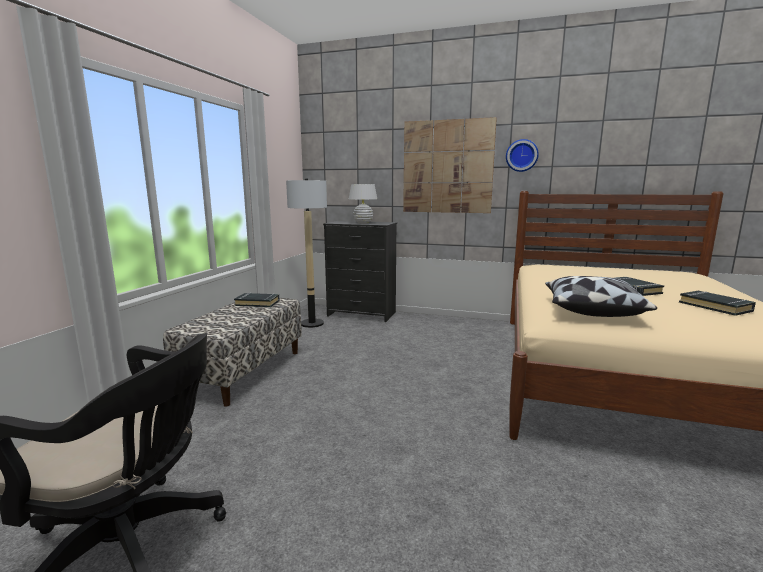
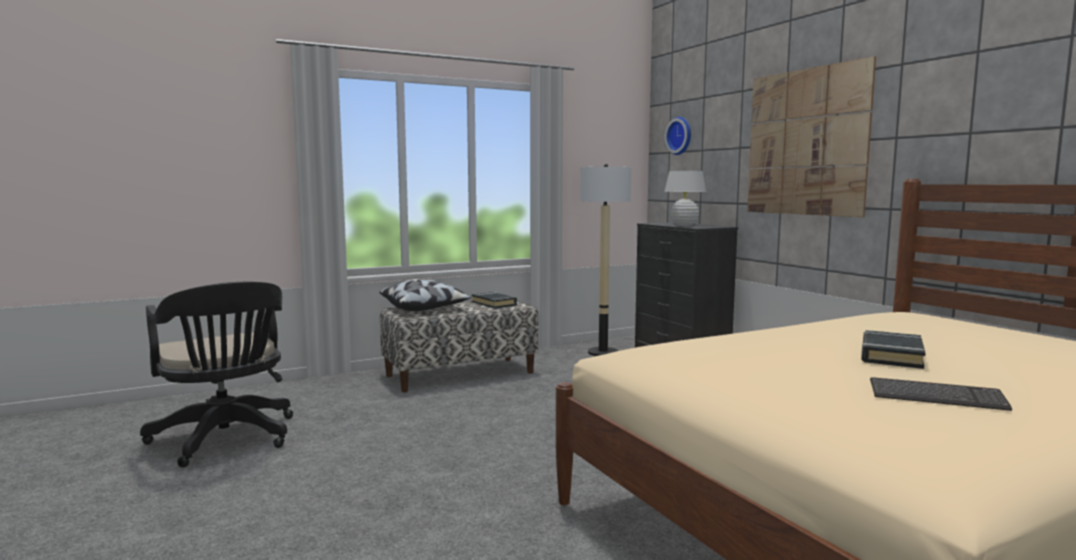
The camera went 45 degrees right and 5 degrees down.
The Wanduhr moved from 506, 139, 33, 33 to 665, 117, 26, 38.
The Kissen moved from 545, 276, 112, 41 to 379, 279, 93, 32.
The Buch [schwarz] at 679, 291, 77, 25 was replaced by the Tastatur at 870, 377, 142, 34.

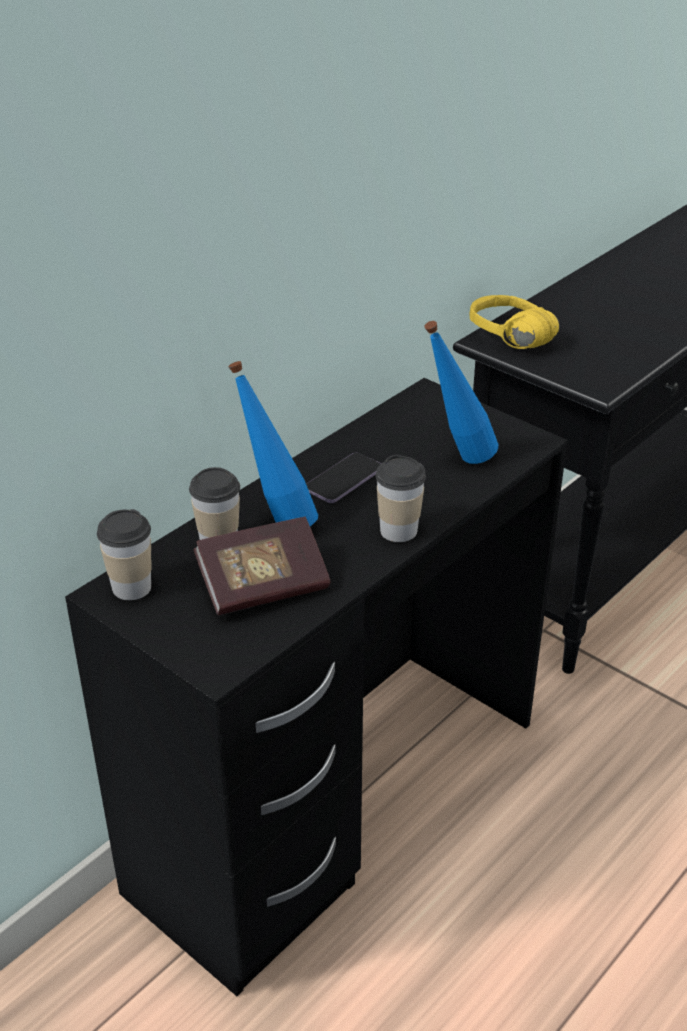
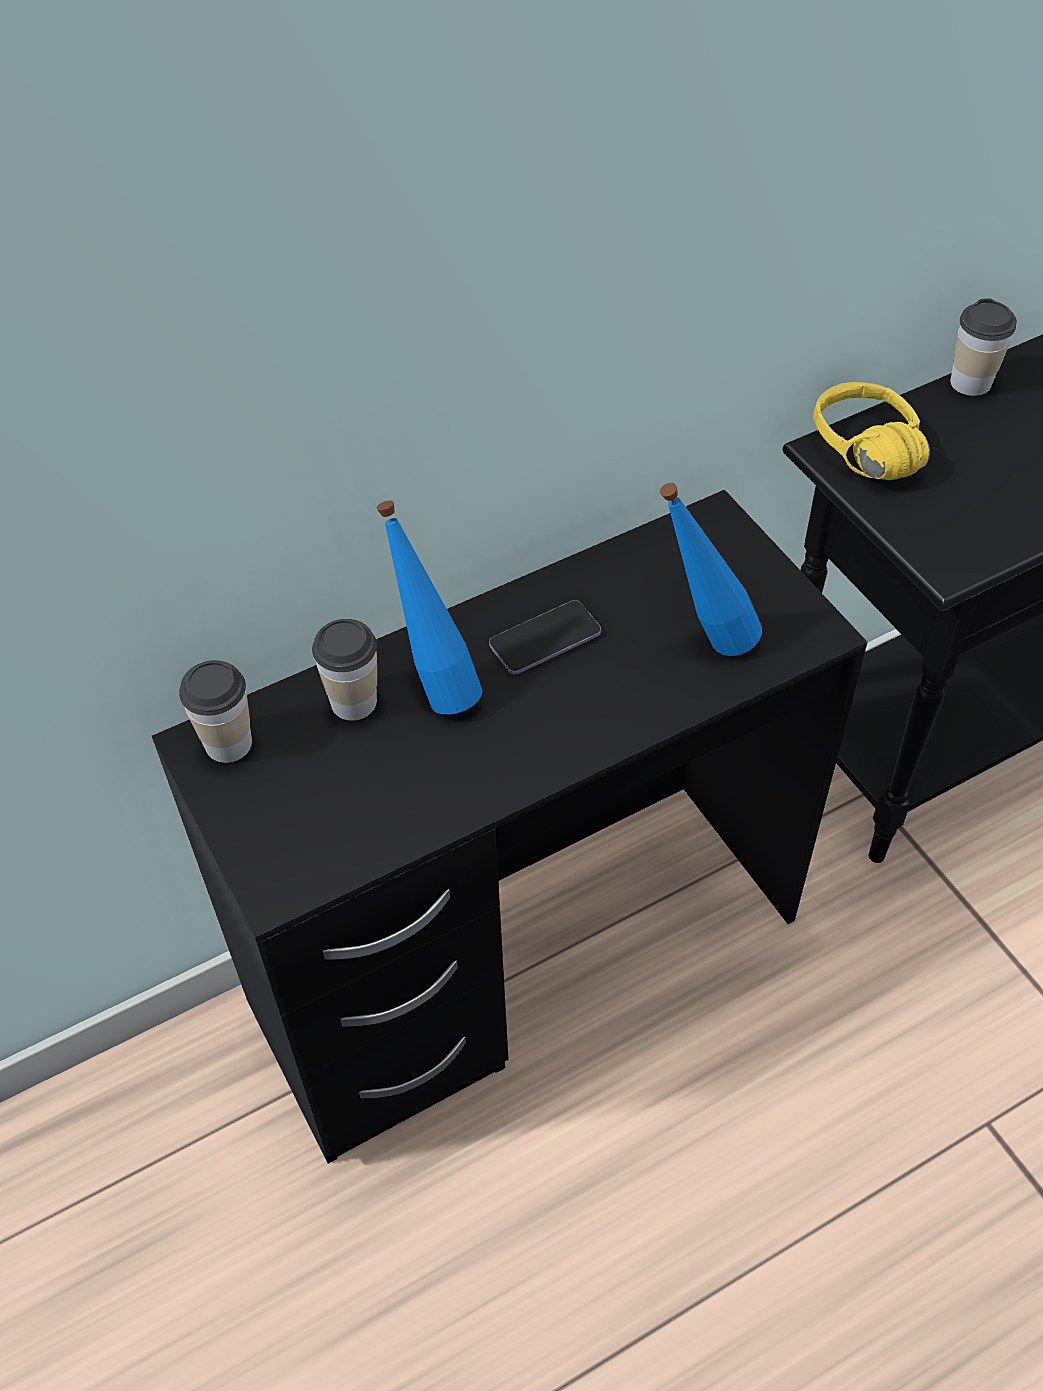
The camera went 20 degrees right and 15 degrees up.
The Tasse moved from 376, 455, 50, 87 to 950, 298, 67, 98.
The Buch at 193, 516, 138, 99 disappeared.

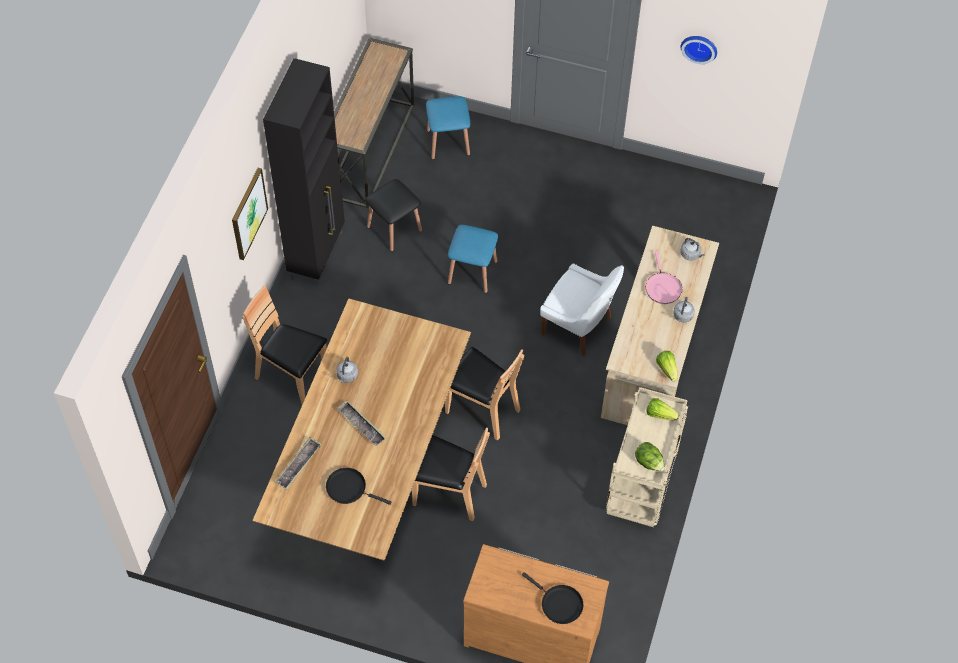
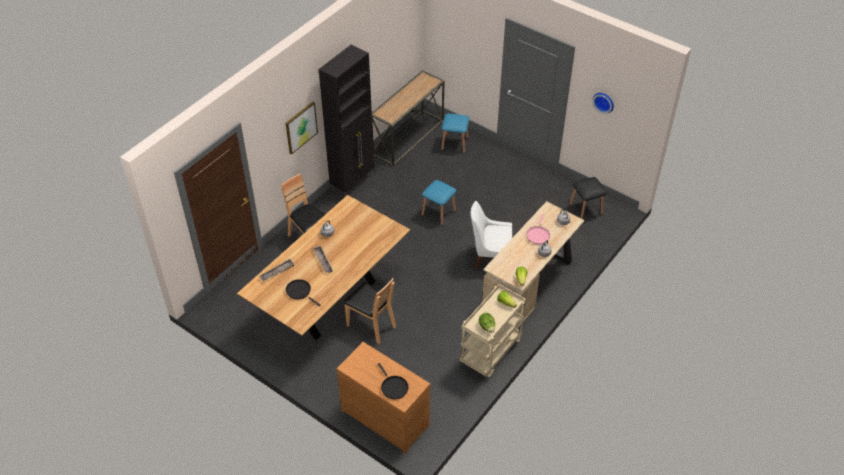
The camera went 20 degrees right and 10 degrees down.
The Hocker [schwarz] moved from 365, 179, 57, 73 to 569, 177, 38, 42.
The Stuhl [weiß] at 540, 263, 84, 93 turned 135 degrees clockwise.
The Stuhl [braun] at 445, 347, 80, 93 disappeared.

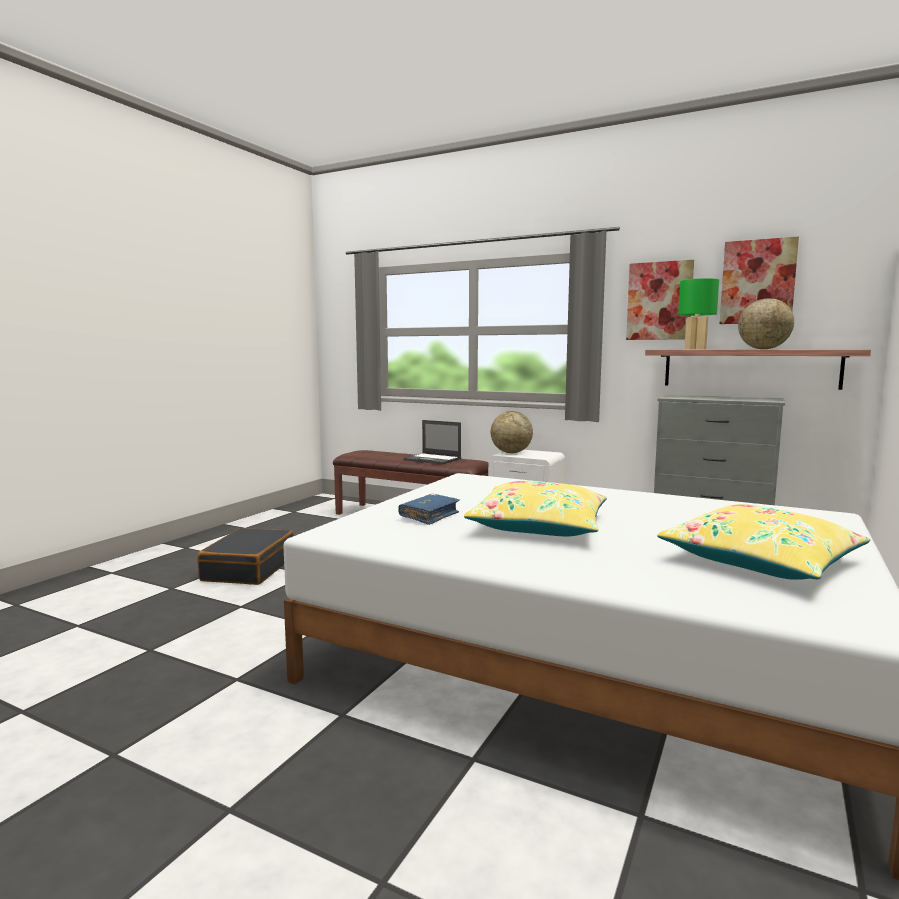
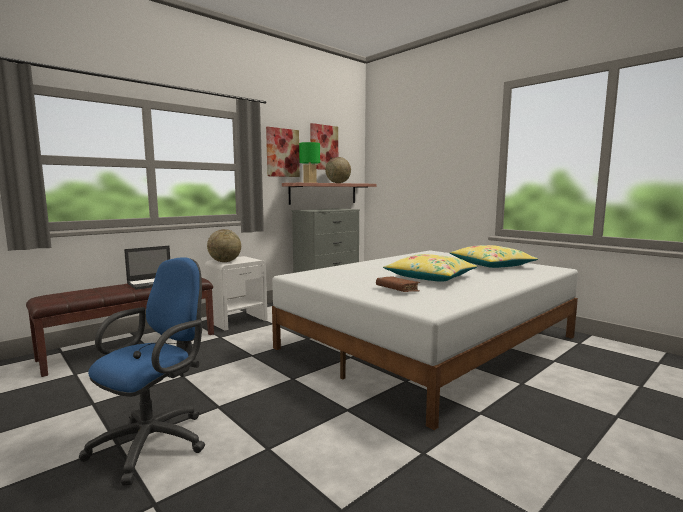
The camera went 70 degrees left and 0 degrees up.
The Buch [blau] at 398, 494, 62, 31 became the Buch [braun] at 376, 277, 44, 15.
The Koffer [schwarz] at 198, 528, 96, 57 was replaced by the Bürostuhl [blau] at 79, 257, 126, 228.

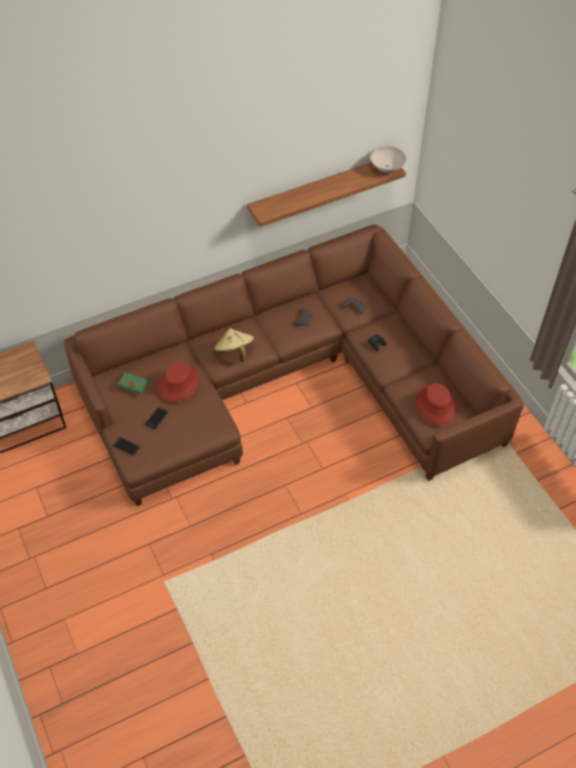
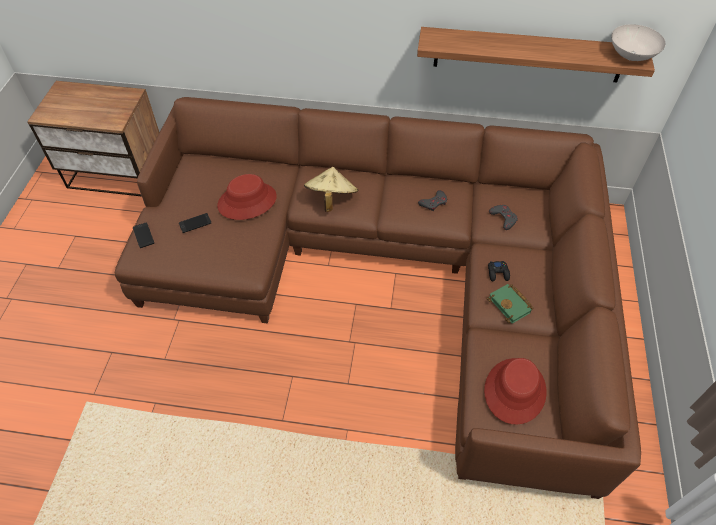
The camera went 35 degrees right and 0 degrees up.
The Buch [grün] moved from 117, 371, 32, 25 to 487, 284, 47, 40.

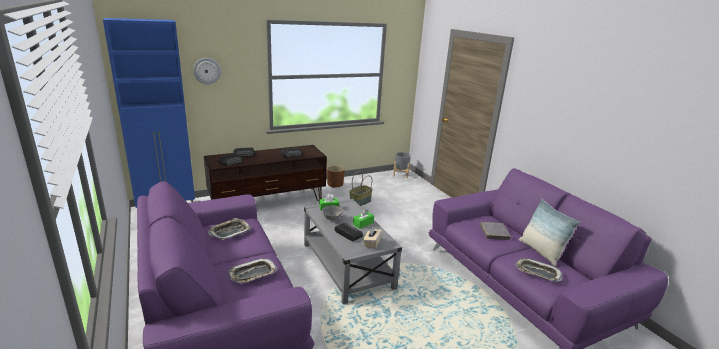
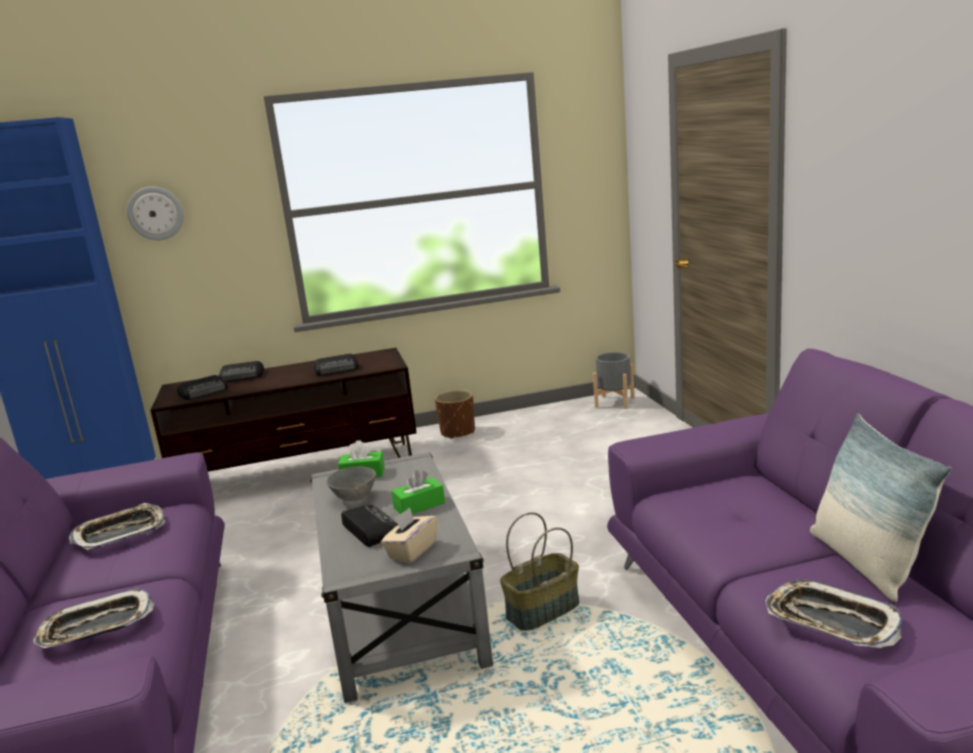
The camera went 15 degrees right and 5 degrees down.
The Korb moved from 349, 171, 23, 35 to 500, 512, 79, 119.
The Buch [grau] at 480, 222, 31, 18 disappeared.

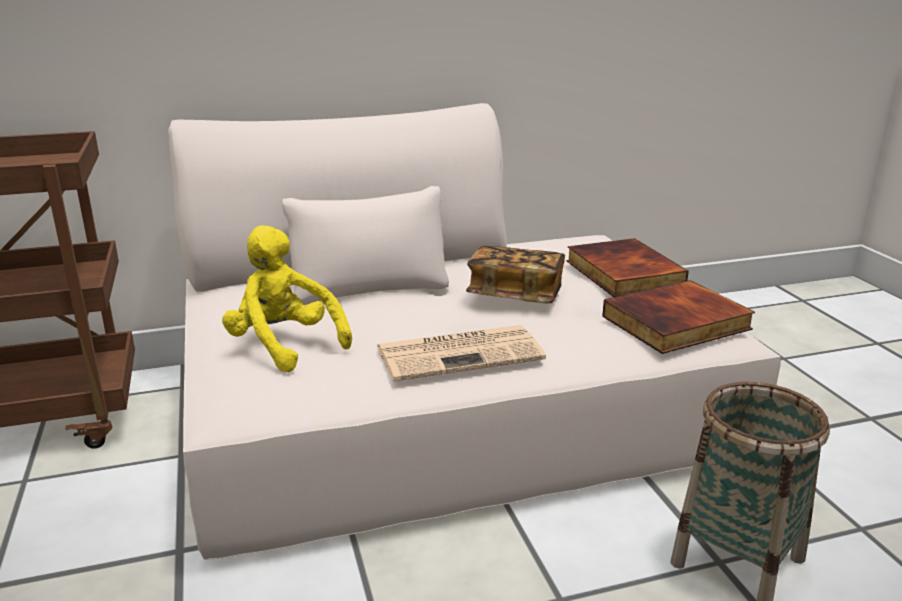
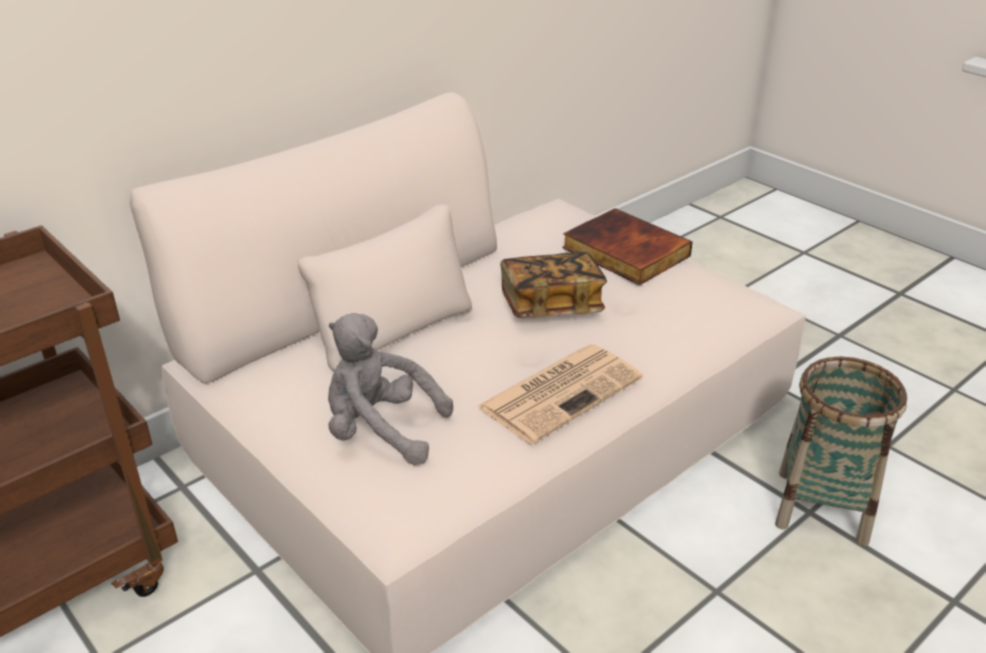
The camera went 25 degrees left and 10 degrees up.
The Plüschtier [gelb] at 222, 225, 130, 147 became the Plüschtier [grau] at 328, 313, 125, 152.
The Buch at 602, 280, 153, 74 disappeared.

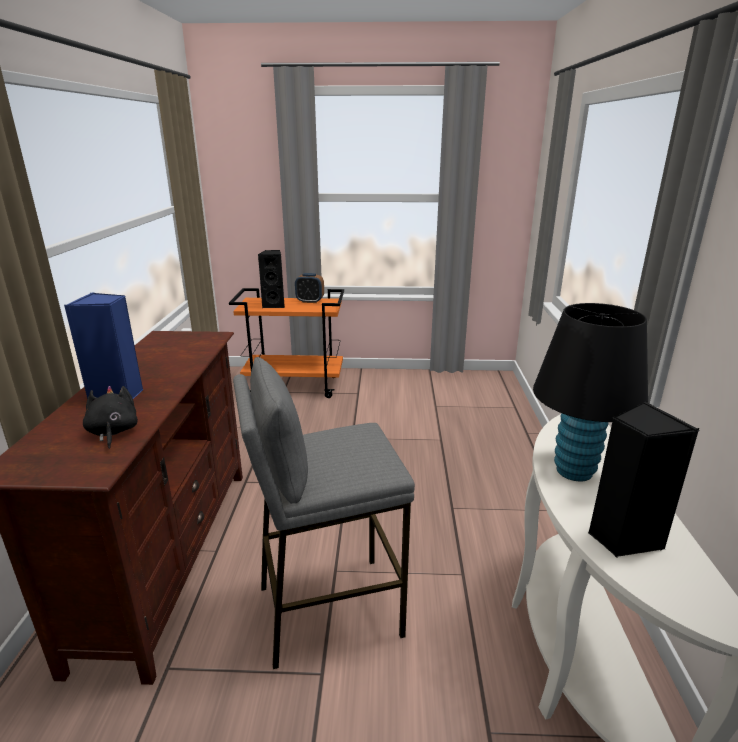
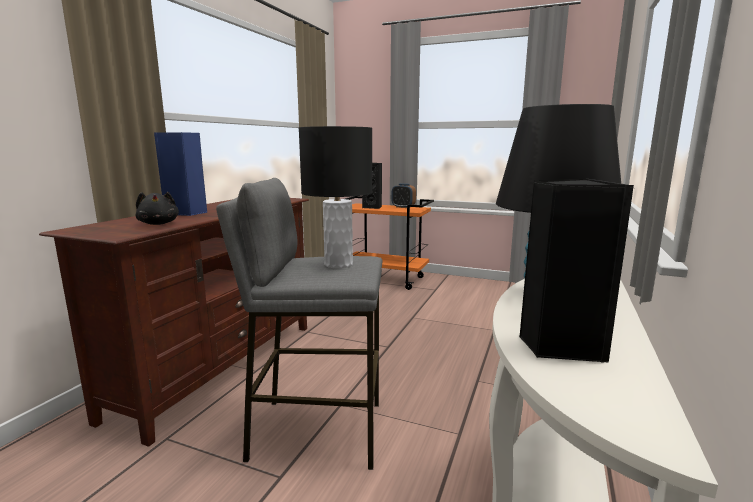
The camera went 20 degrees right and 10 degrees down.
The Plüschtier [schwarz] at 83, 386, 55, 63 turned 150 degrees clockwise.
The Tischlampe [schwarz] at 299, 126, 73, 142 appeared.

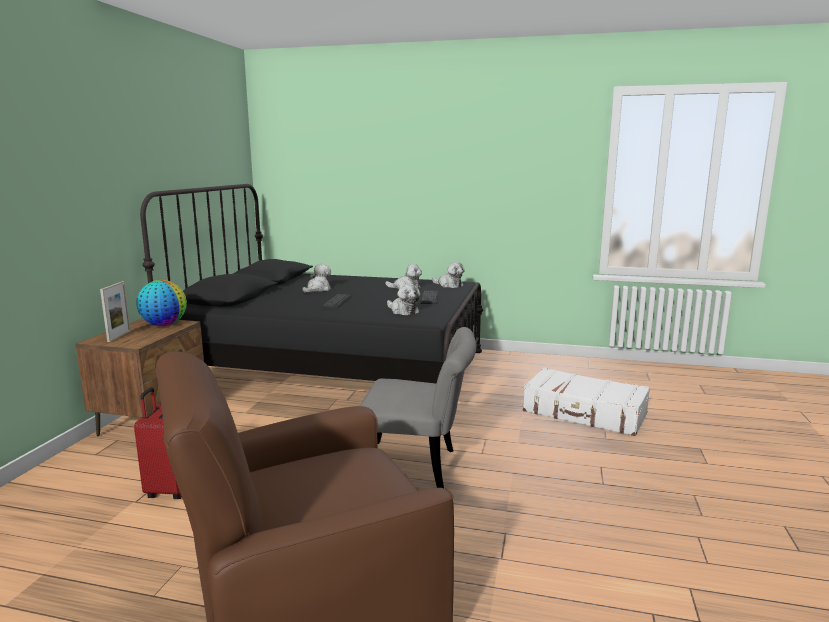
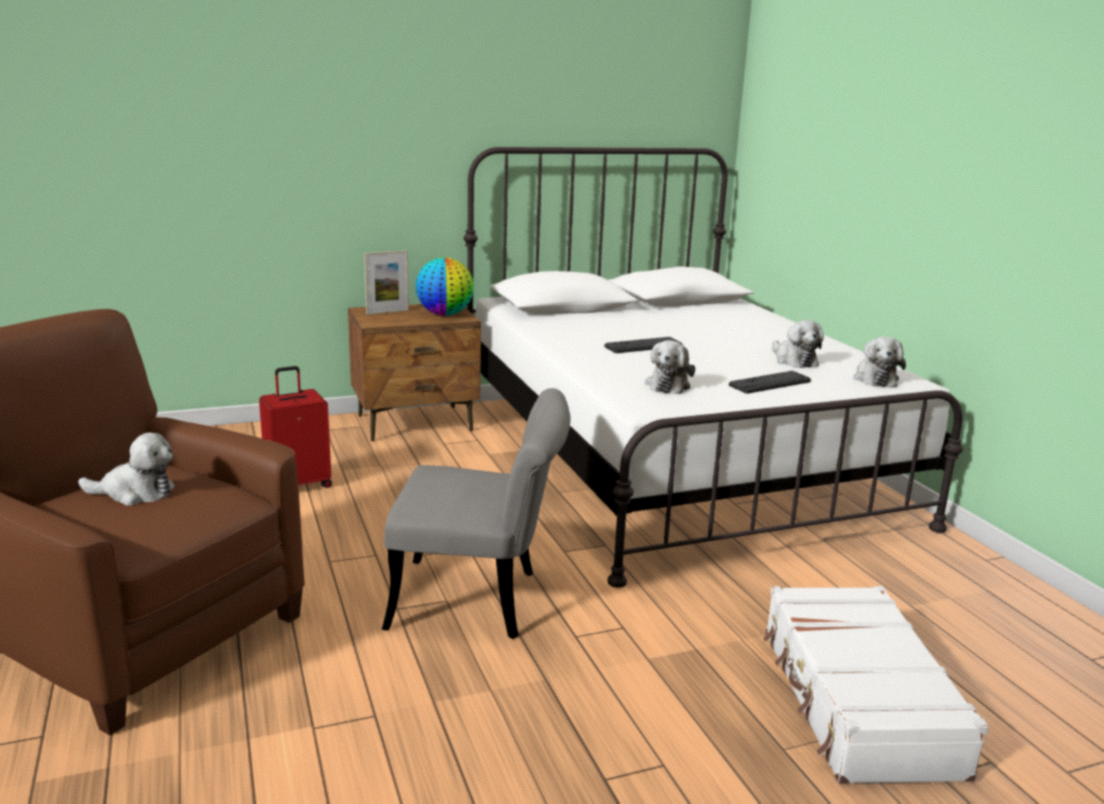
The camera went 55 degrees right and 5 degrees up.
The Bett [schwarz] at 140, 184, 343, 199 became the Bett [weiß] at 463, 147, 500, 441.
The Plüschtier moved from 302, 264, 29, 29 to 78, 432, 96, 74.
The Stuhl [grau] at 360, 327, 117, 161 turned 60 degrees counterclockwise.

